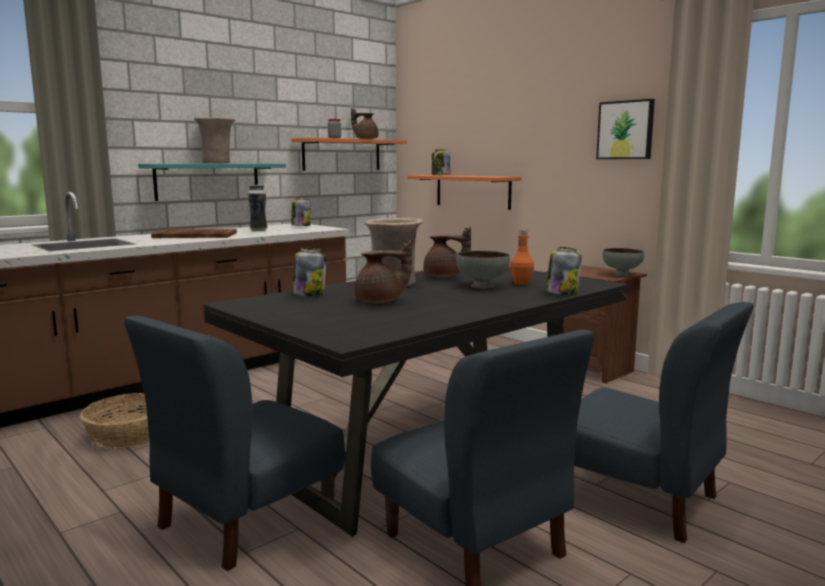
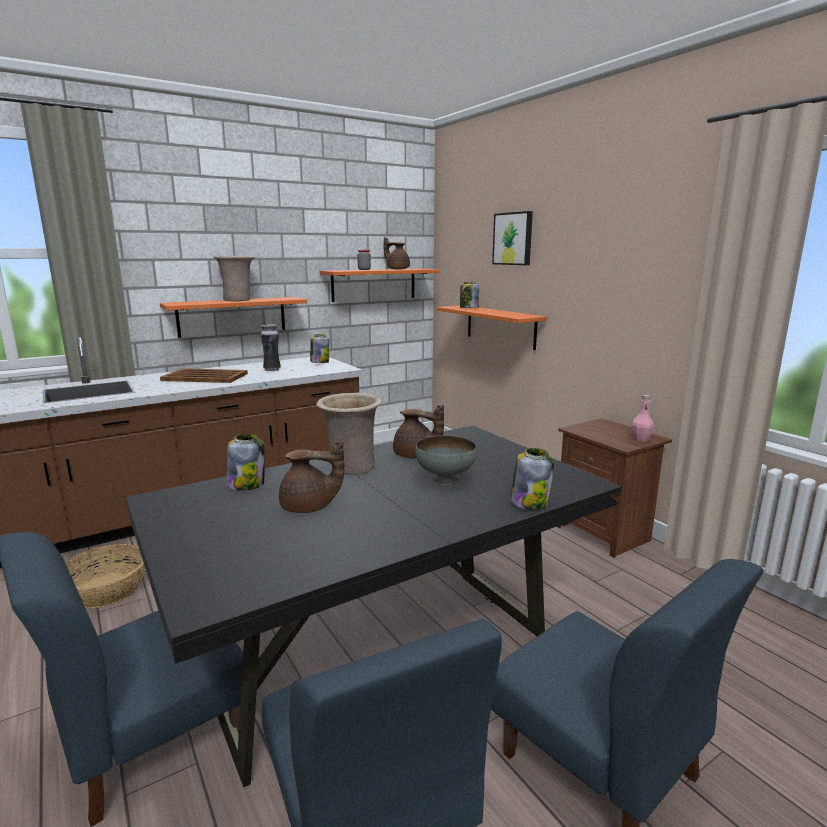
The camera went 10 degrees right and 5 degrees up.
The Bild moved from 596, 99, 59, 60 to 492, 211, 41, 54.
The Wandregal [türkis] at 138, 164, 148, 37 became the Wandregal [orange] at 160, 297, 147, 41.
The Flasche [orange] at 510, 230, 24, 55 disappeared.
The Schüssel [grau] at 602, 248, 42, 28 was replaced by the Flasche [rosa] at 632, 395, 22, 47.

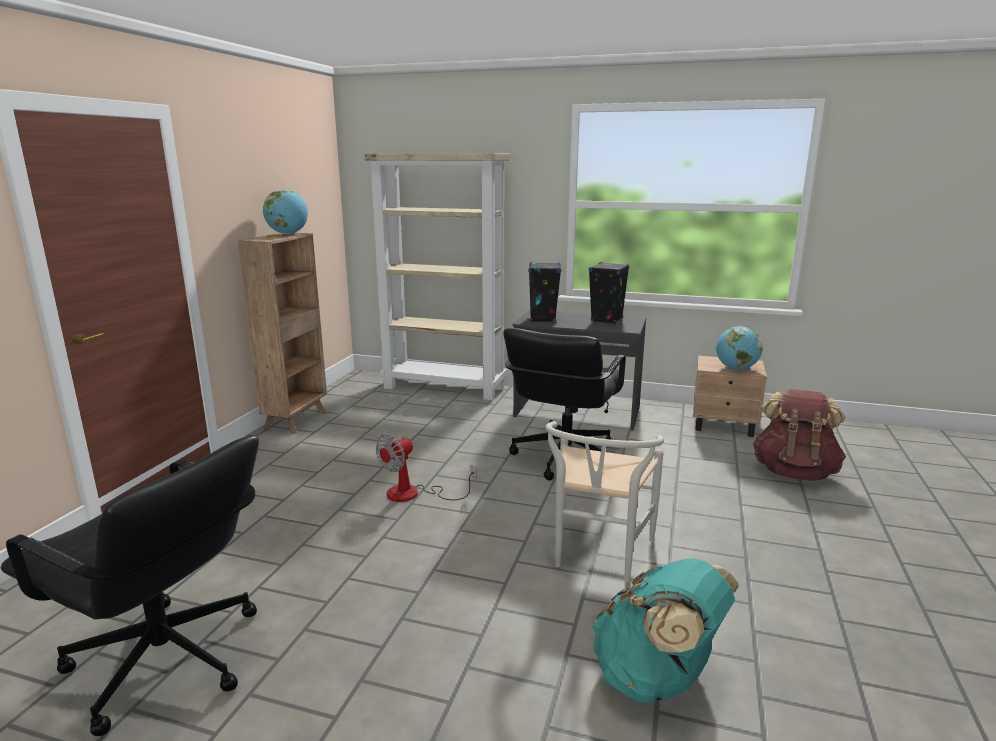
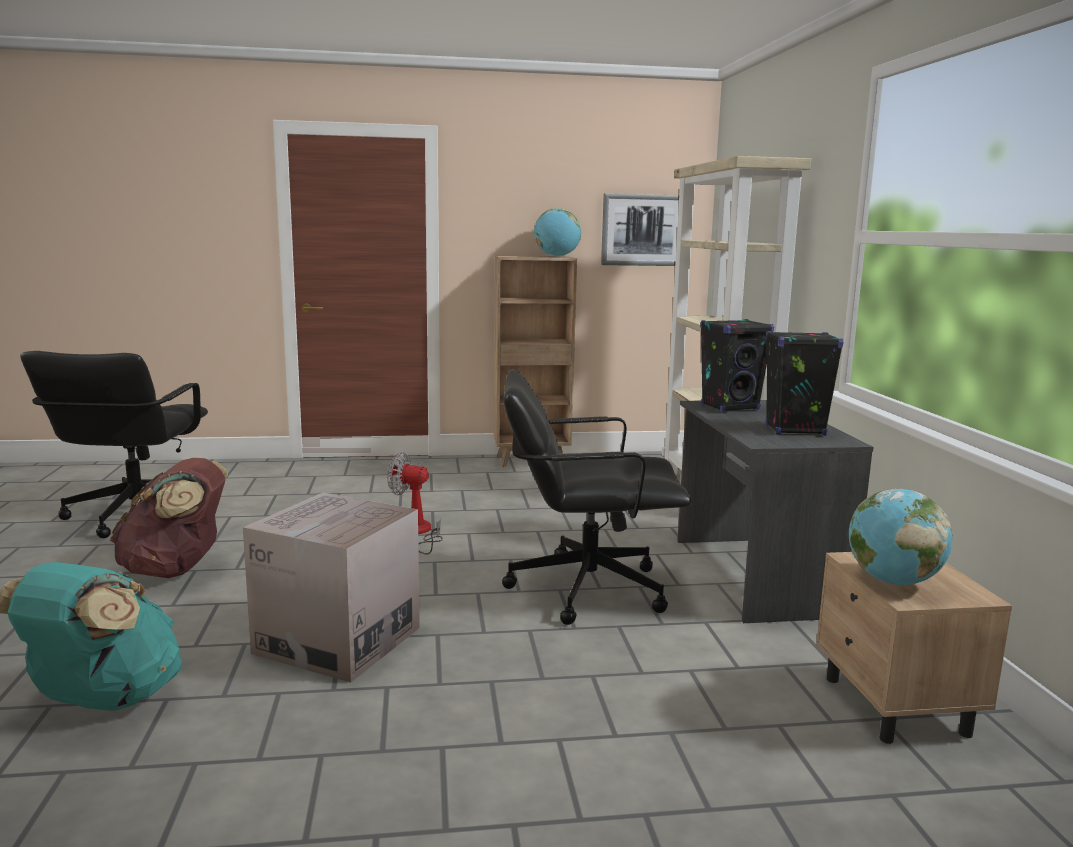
The camera went 65 degrees right and 5 degrees down.
The Rucksack [braun] moved from 753, 389, 93, 92 to 110, 458, 118, 120.
The Stuhl [weiß] at 545, 421, 119, 160 was replaced by the Karton at 243, 493, 177, 190.
The Bild at 601, 193, 78, 73 appeared.

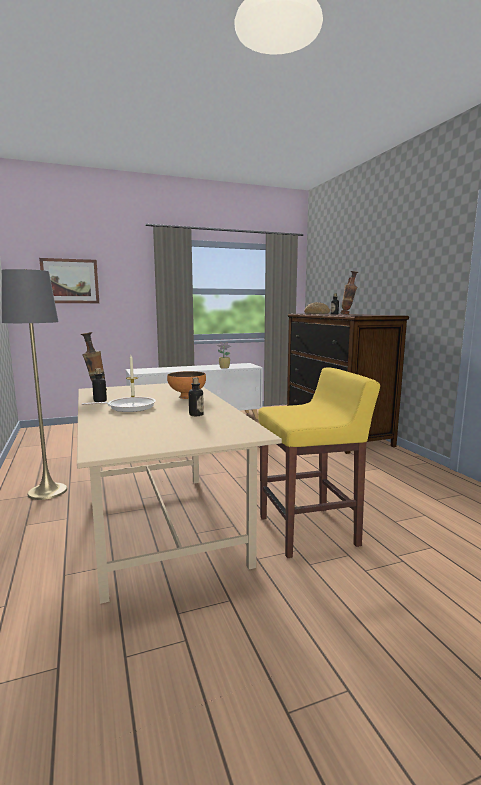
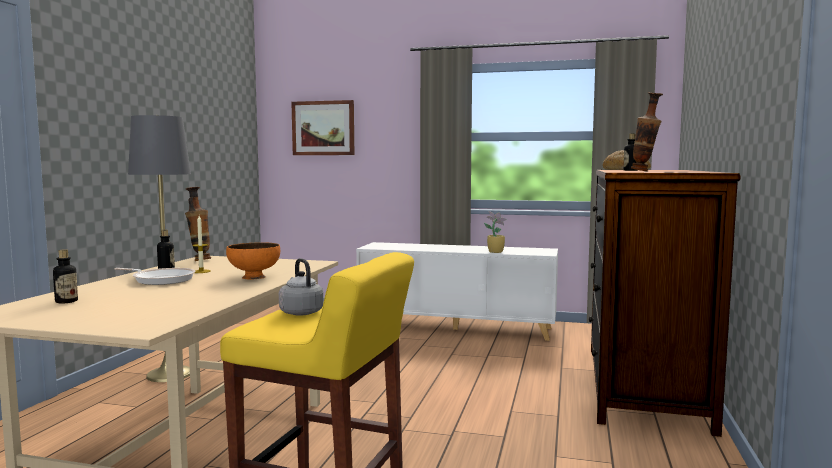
The camera went 35 degrees right and 5 degrees down.
The Flasche moved from 189, 377, 15, 39 to 53, 249, 25, 55.
The Wasserkessel [grau] at 279, 258, 45, 58 appeared.

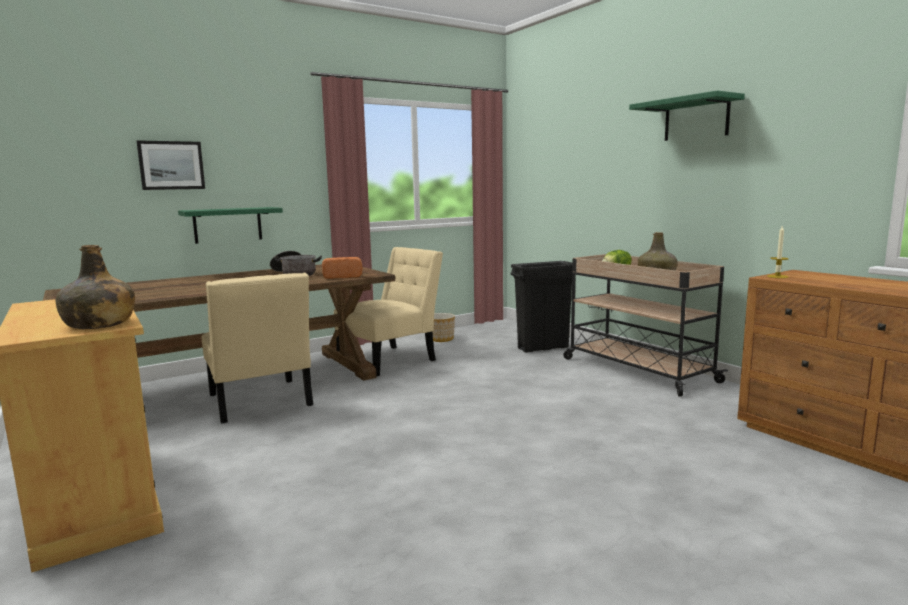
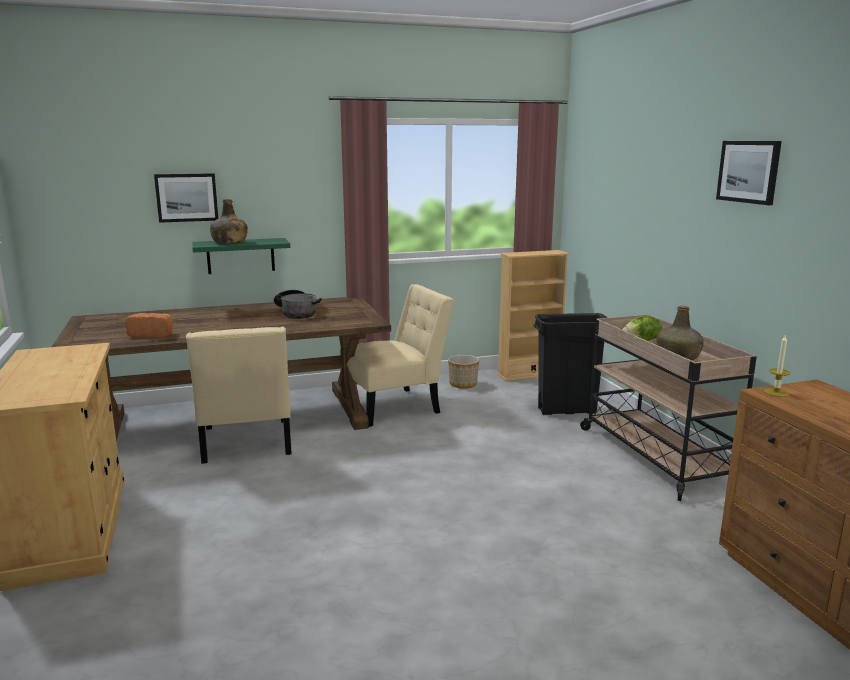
The camera went 15 degrees right and 5 degrees up.
The Wandregal [grün] at 629, 90, 116, 51 was replaced by the Bild at 716, 141, 66, 64.
The Flasche [grün] moved from 56, 245, 79, 84 to 210, 199, 38, 45.
The Brot moved from 322, 257, 40, 22 to 125, 313, 48, 25.
The Bücherregal [beige] at 497, 250, 72, 131 appeared.

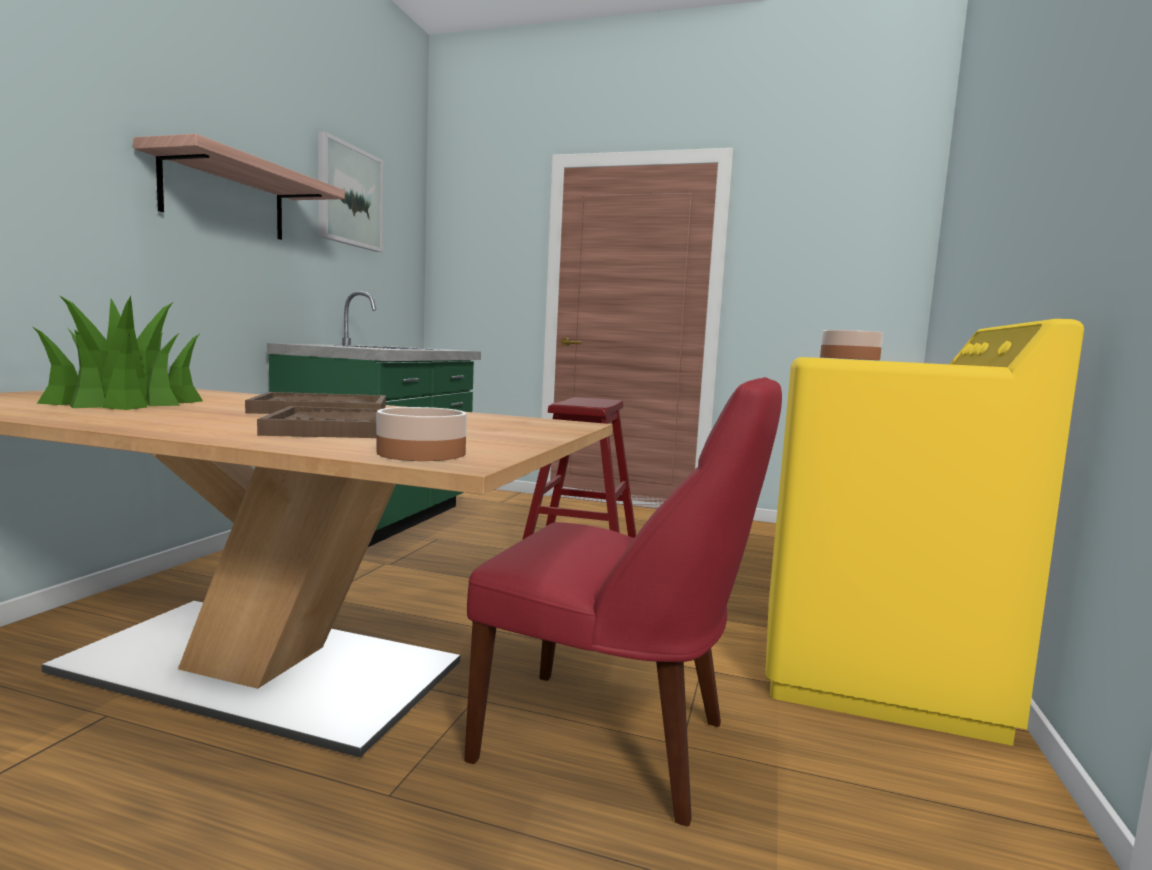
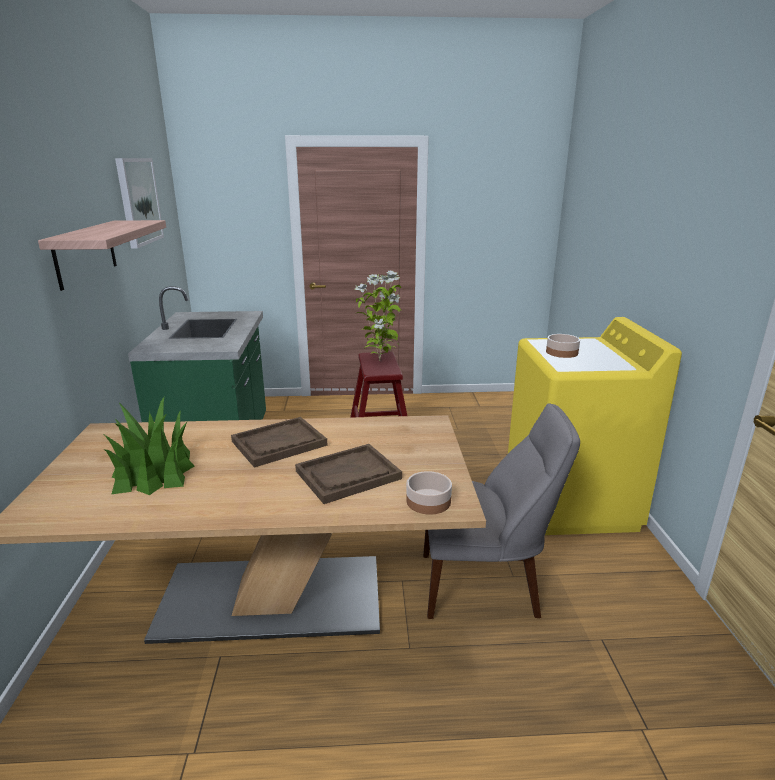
The camera went 20 degrees left and 15 degrees up.
The Stuhl [rot] at 464, 377, 318, 450 became the Stuhl [grau] at 423, 403, 157, 216.
The Topfpflanze at 354, 271, 47, 90 appeared.

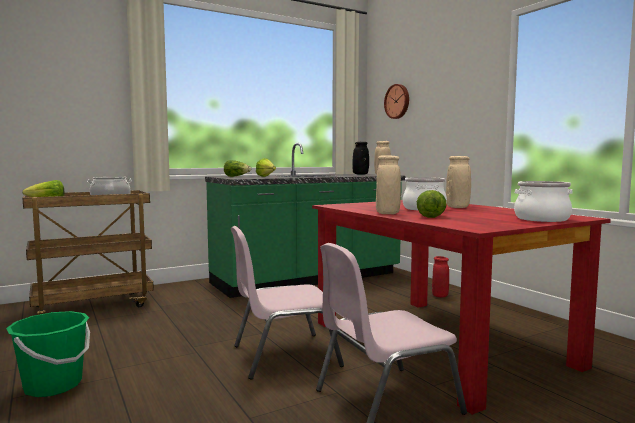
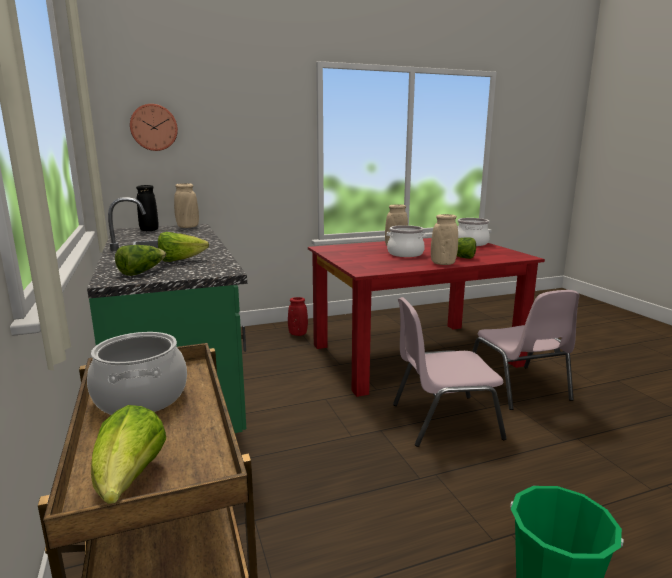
The camera went 80 degrees left and 10 degrees up.
The Stuhl [rosa] at 231, 226, 113, 154 turned 90 degrees clockwise.

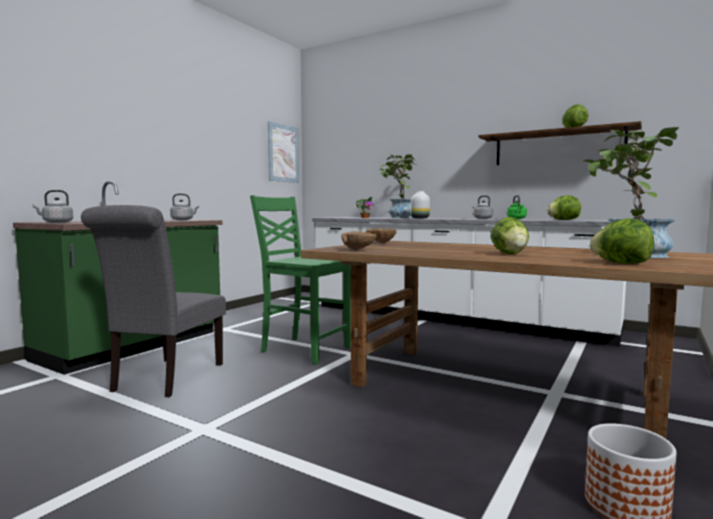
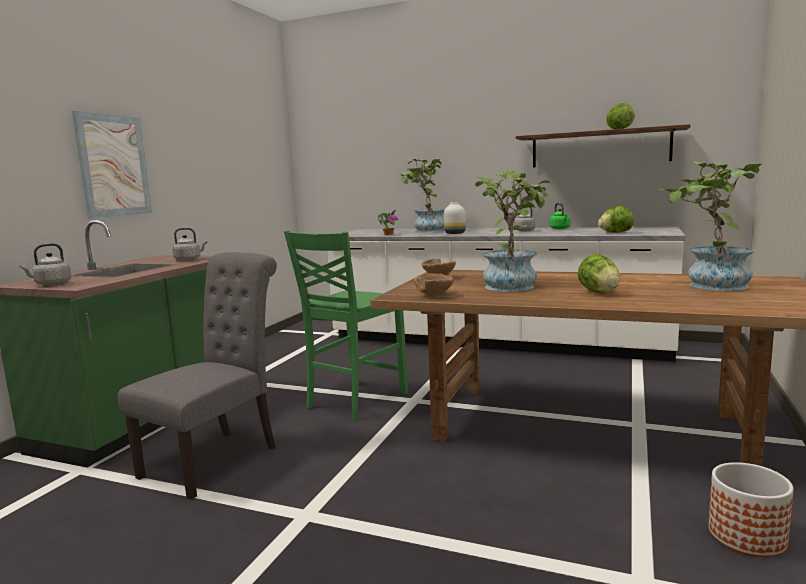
The camera went 10 degrees left and 5 degrees up.
The Bild moved from 268, 121, 31, 62 to 72, 111, 80, 107.
The Stuhl [grün] at 250, 195, 101, 170 turned 75 degrees counterclockwise.
The Stuhl [grau] at 81, 205, 145, 192 turned 150 degrees counterclockwise.
The Salatkopf at 590, 218, 64, 46 disappeared.
The Topfpflanze at 474, 170, 76, 122 appeared.

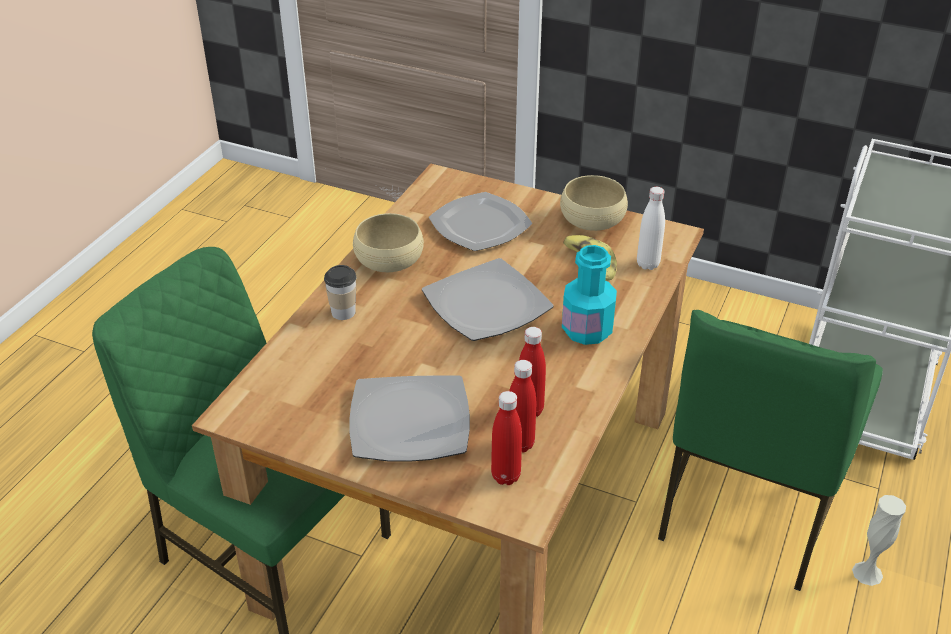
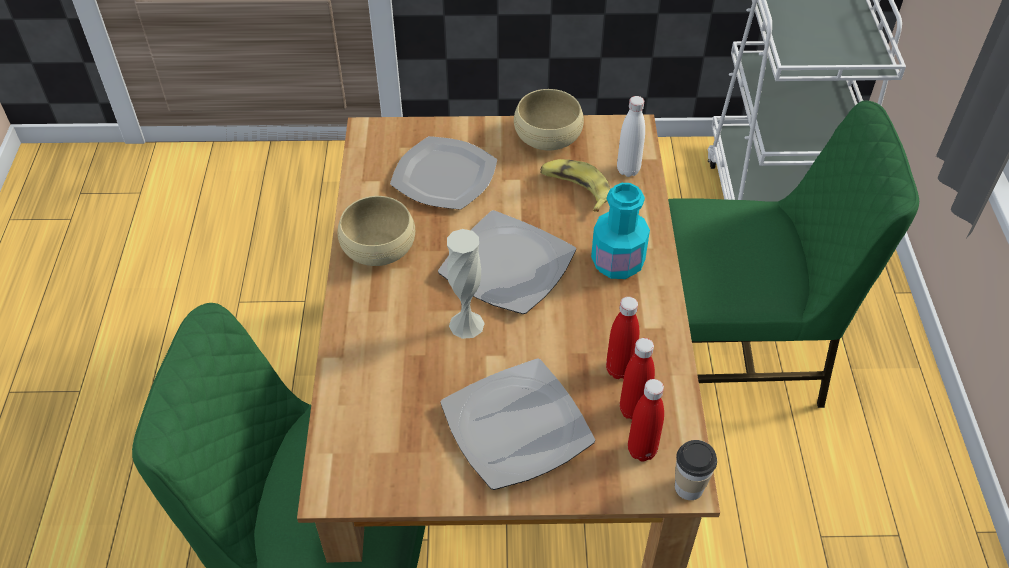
The camera went 25 degrees left and 10 degrees up.
The Tasse moved from 324, 265, 32, 55 to 675, 440, 42, 60.
The Stuhl [grün] at 658, 310, 225, 281 turned 90 degrees counterclockwise.
The Vase [weiß] moved from 852, 495, 54, 91 to 447, 229, 38, 110.

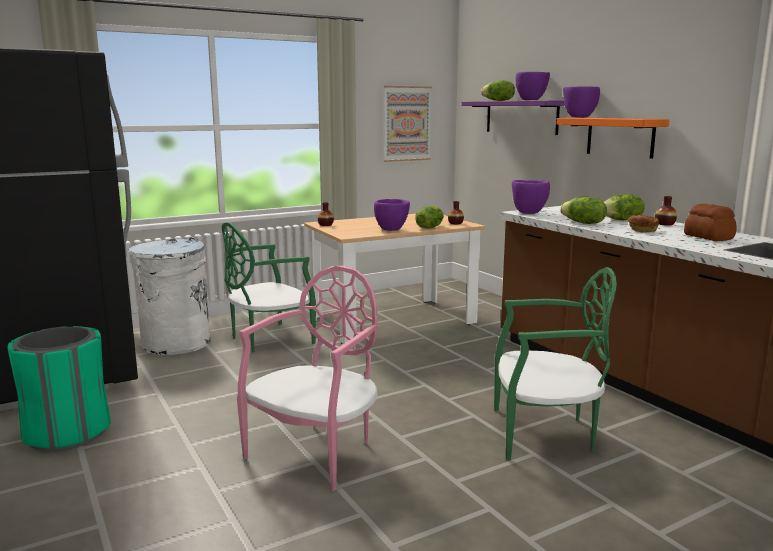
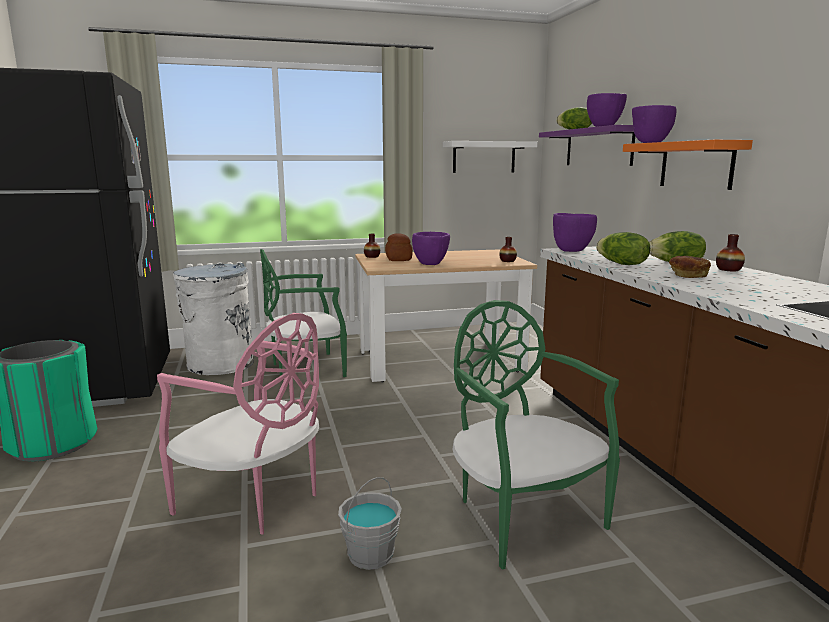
The camera went 15 degrees right and 0 degrees up.
The Bild at 384, 86, 48, 76 was replaced by the Wandregal [weiß] at 443, 141, 95, 32.
The Brot moved from 684, 204, 53, 37 to 385, 234, 28, 27.
The Salatkopf at 415, 206, 29, 23 disappeared.
The Stuhl [rosa] at 237, 266, 141, 225 turned 75 degrees clockwise.
The Stuhl [grün] at 494, 267, 123, 193 turned 135 degrees counterclockwise.
The Eimer [grau] at 338, 477, 64, 93 appeared.

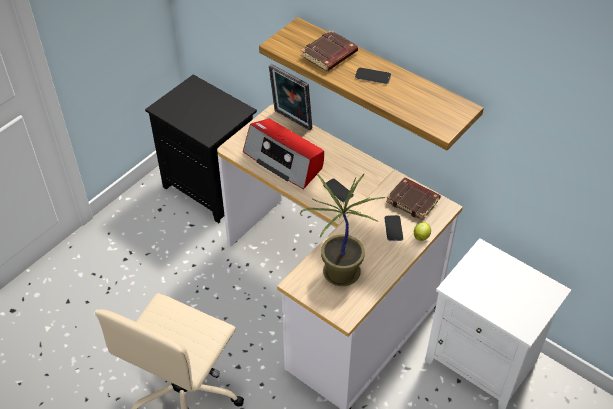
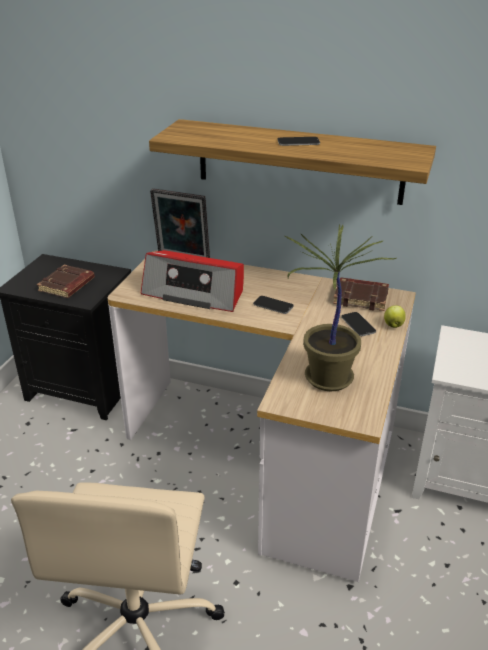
The camera went 20 degrees left and 15 degrees down.
The Buch [braun] moved from 301, 30, 57, 41 to 37, 265, 58, 33.

